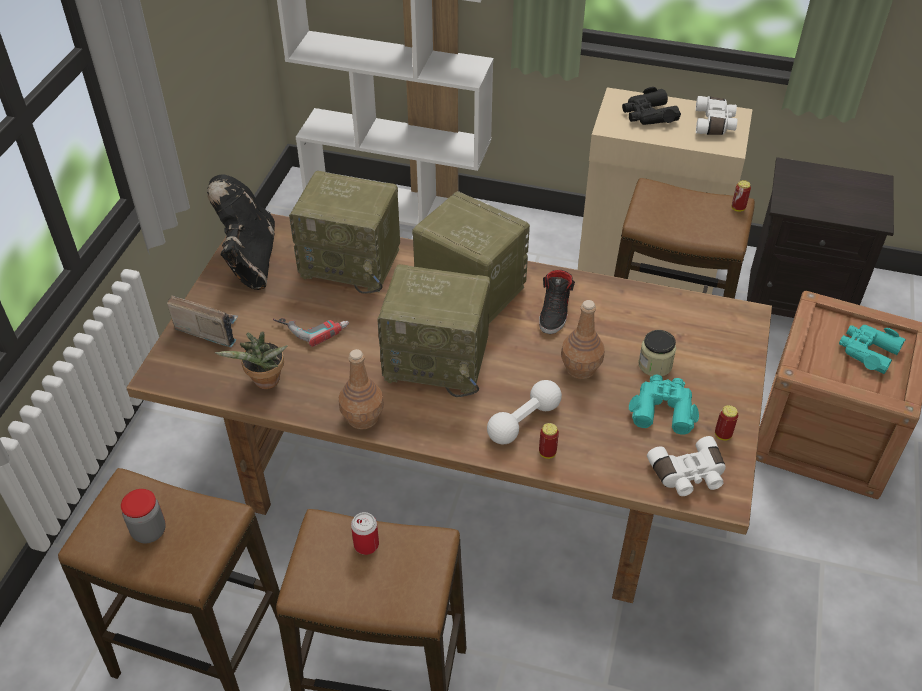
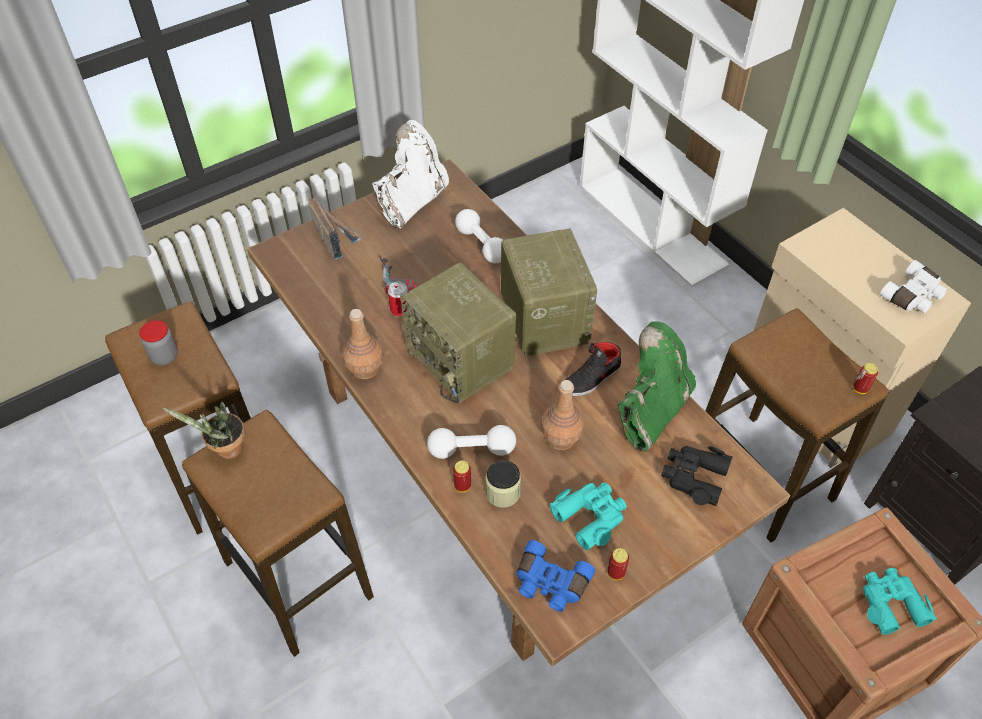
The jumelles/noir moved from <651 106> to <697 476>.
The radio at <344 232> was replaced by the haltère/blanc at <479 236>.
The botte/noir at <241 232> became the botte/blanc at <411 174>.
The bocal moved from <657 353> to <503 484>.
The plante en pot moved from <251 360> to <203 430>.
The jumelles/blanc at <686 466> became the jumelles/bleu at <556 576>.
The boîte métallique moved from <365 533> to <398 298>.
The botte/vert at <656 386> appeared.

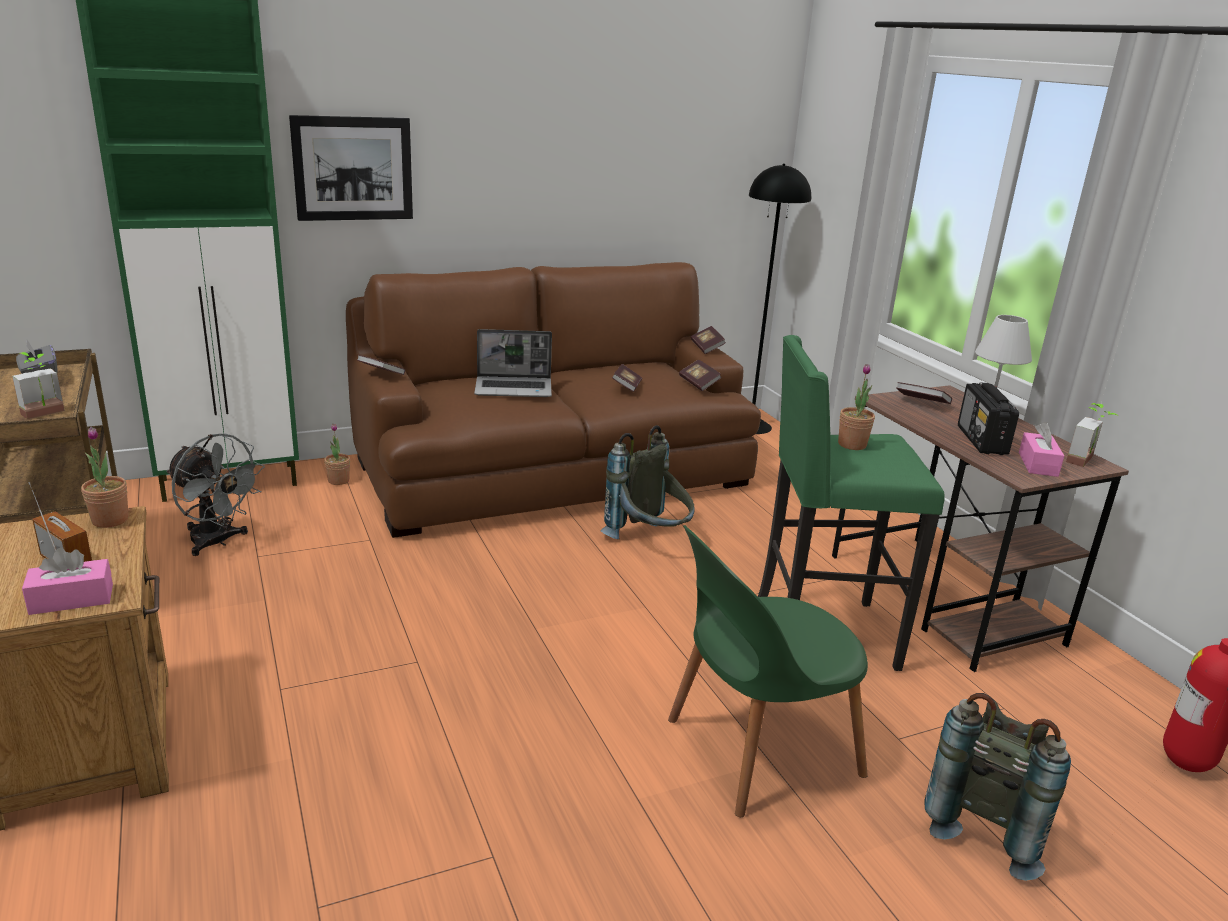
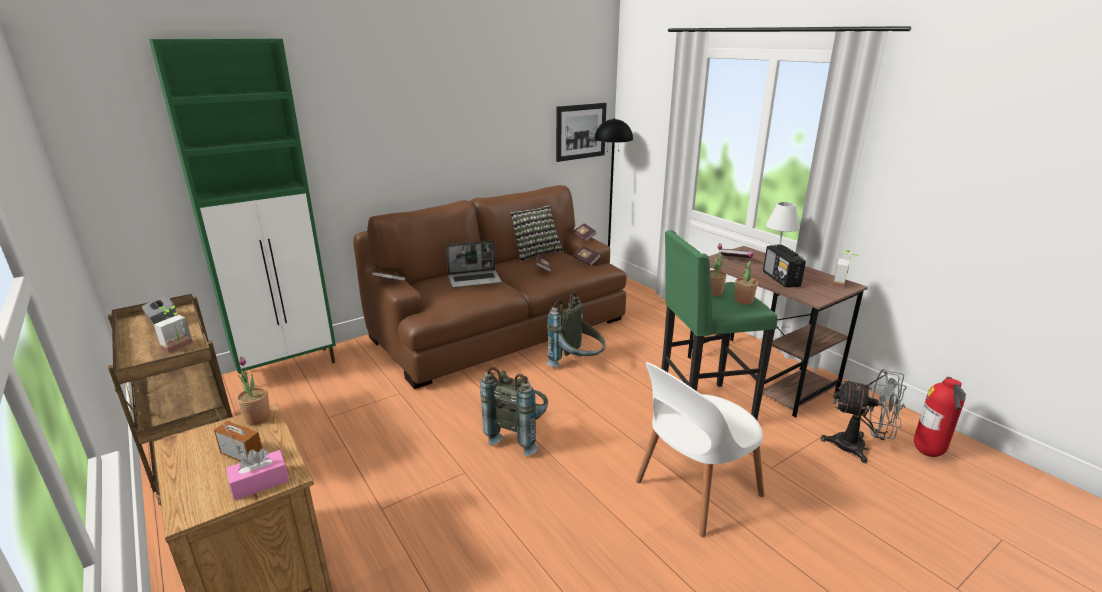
The tableau moved from <351 168> to <581 132>.
The boîte à mouchoirs/rose at <1041 449> disappeared.
The plante en pot moved from <337 454> to <746 277>.
The ventilateur/gris moved from <215 495> to <864 416>.
The chaise/vert at <768 671> became the chaise/blanc at <700 449>.
The sac à dos/gris moved from <998 787> to <514 411>.
The coussin at <537 233> appeared.

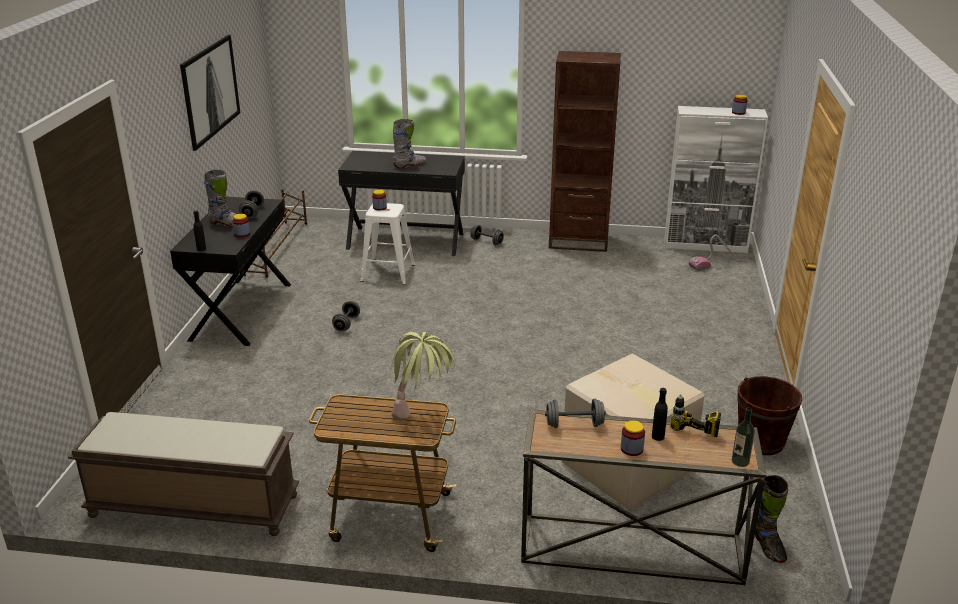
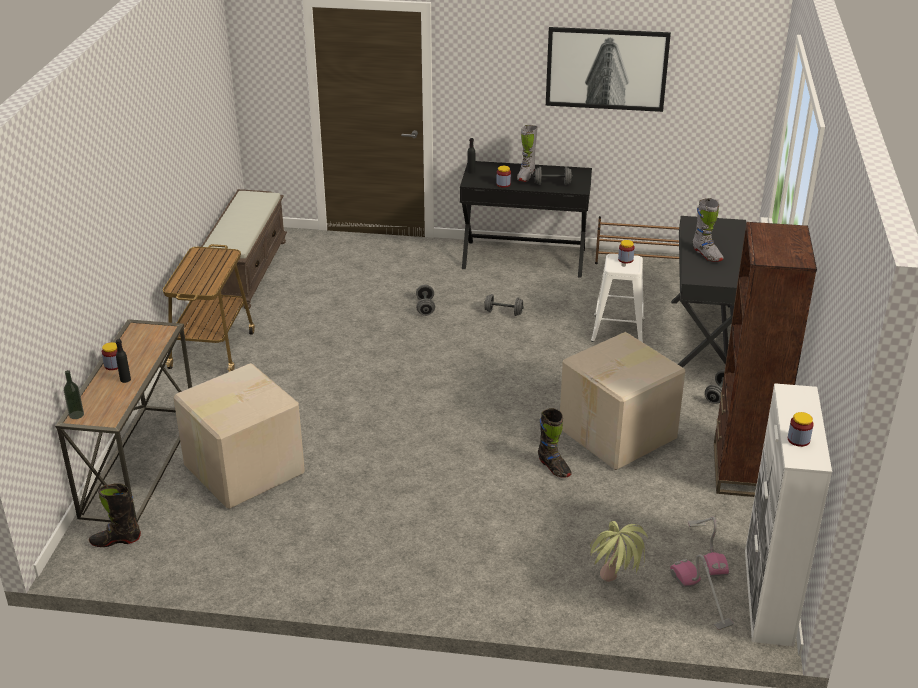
The plante en pot moved from <422 376> to <619 551>.
The seau/marron at <769 415> disappeared.
The perceuse at <695 415> disappeared.
The haltère/gris moved from <575 413> to <425 300>.
The carton at <622 401> appeared.
The botte/noir at <555 443> appeared.
The aspirateur at <708 547> appeared.

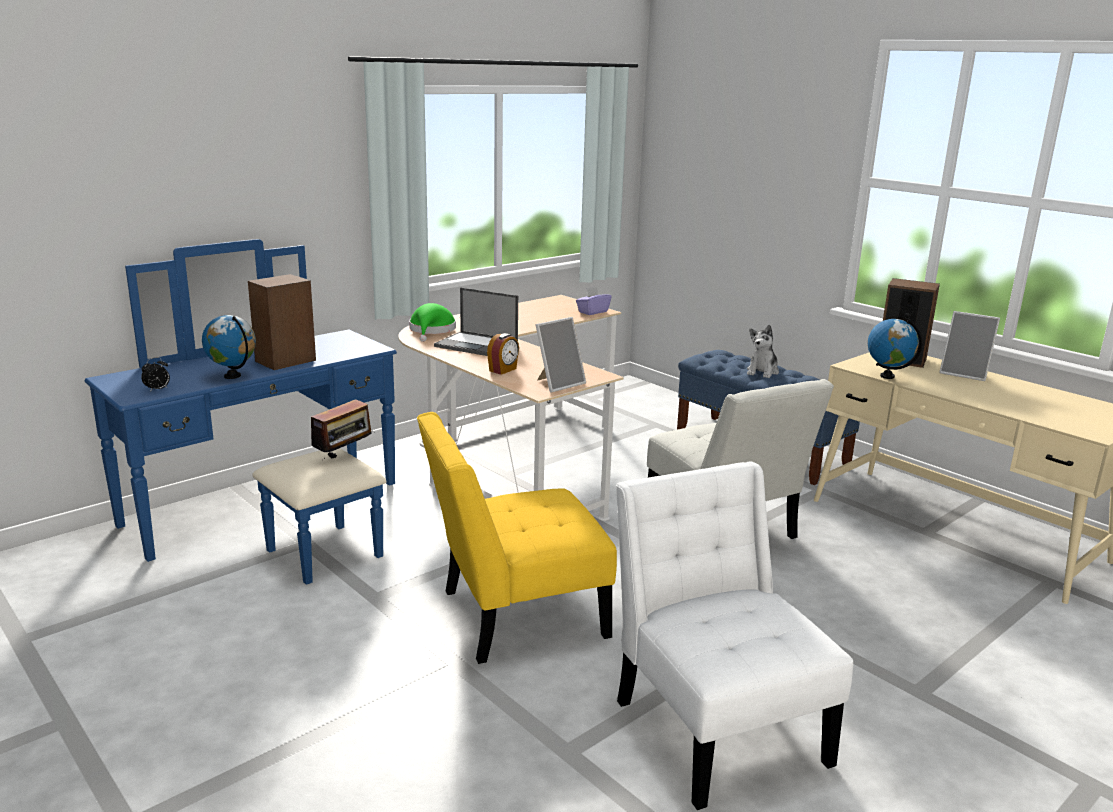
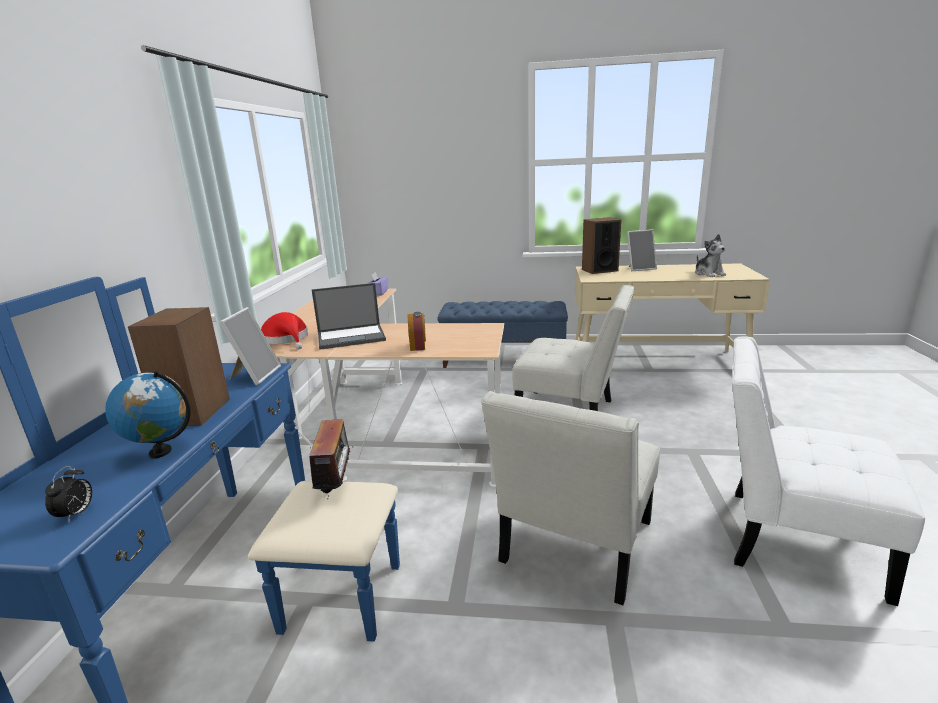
The chapeau/vert at <432 322> became the chapeau/rouge at <284 330>.
The cadre photo moved from <561 355> to <250 346>.
The globe at <895 349> disappeared.
The peluche moved from <763 351> to <710 255>.
The chaise/jaune at <517 538> became the chaise/blanc at <570 498>.

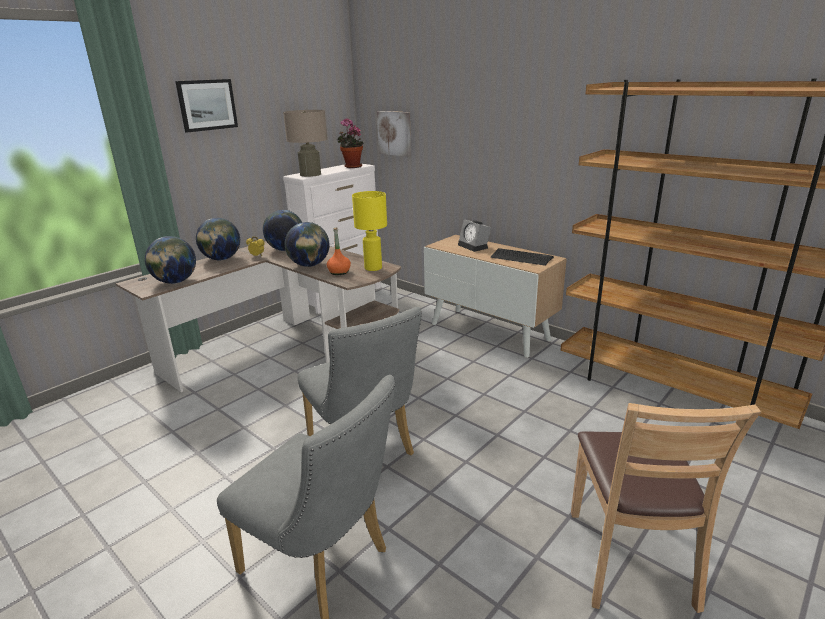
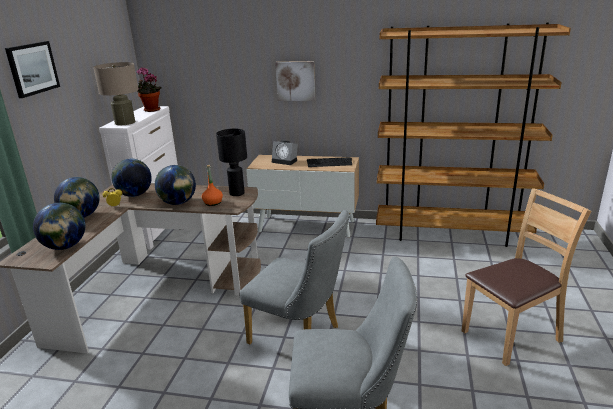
The tableau moved from <394 134> to <295 81>.
The lampe de table/jaune at <369 231> became the lampe de table/noir at <231 162>.
The chaise/marron at <666 508> turned 90 degrees counterclockwise.

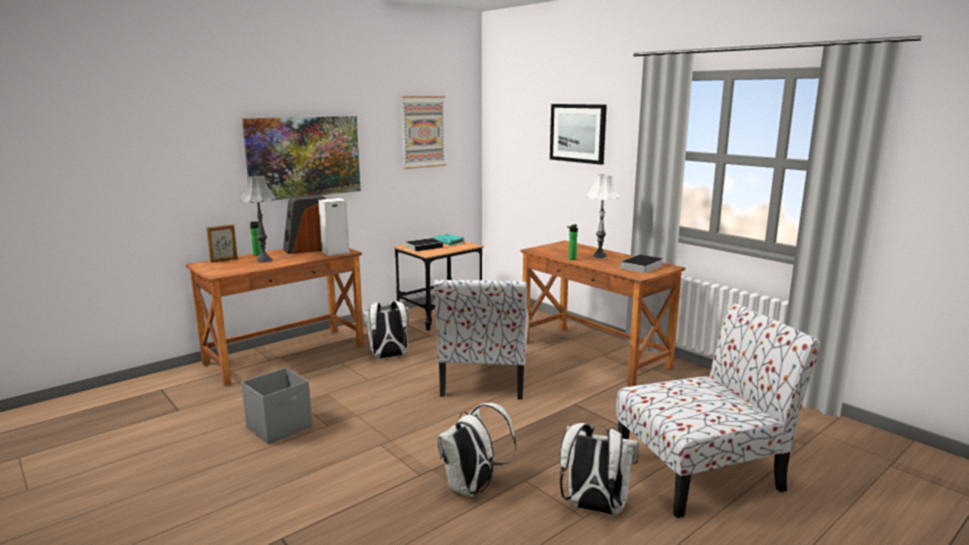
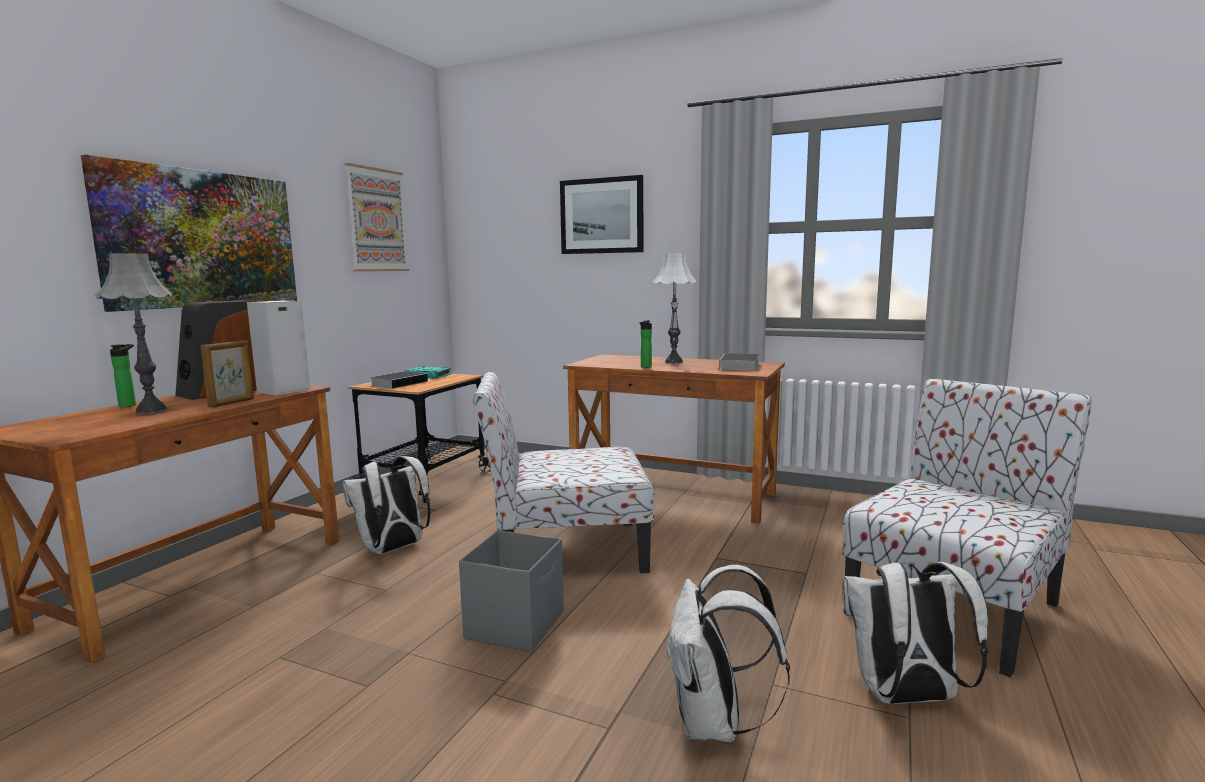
The cadre photo moved from <222 243> to <227 374>.
The chaise at <481 340> turned 105 degrees clockwise.
The boîte de rangement/gris moved from <276 406> to <511 591>.

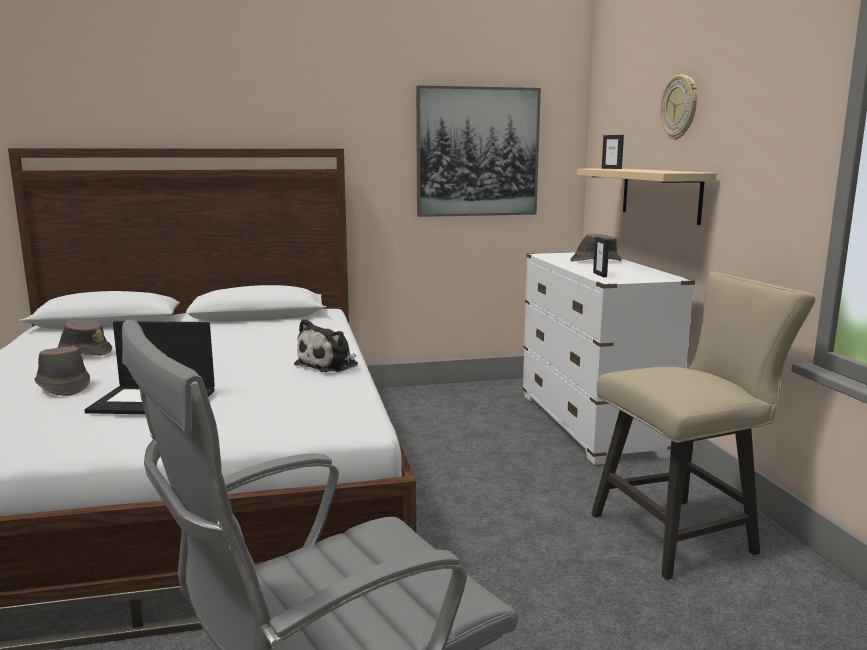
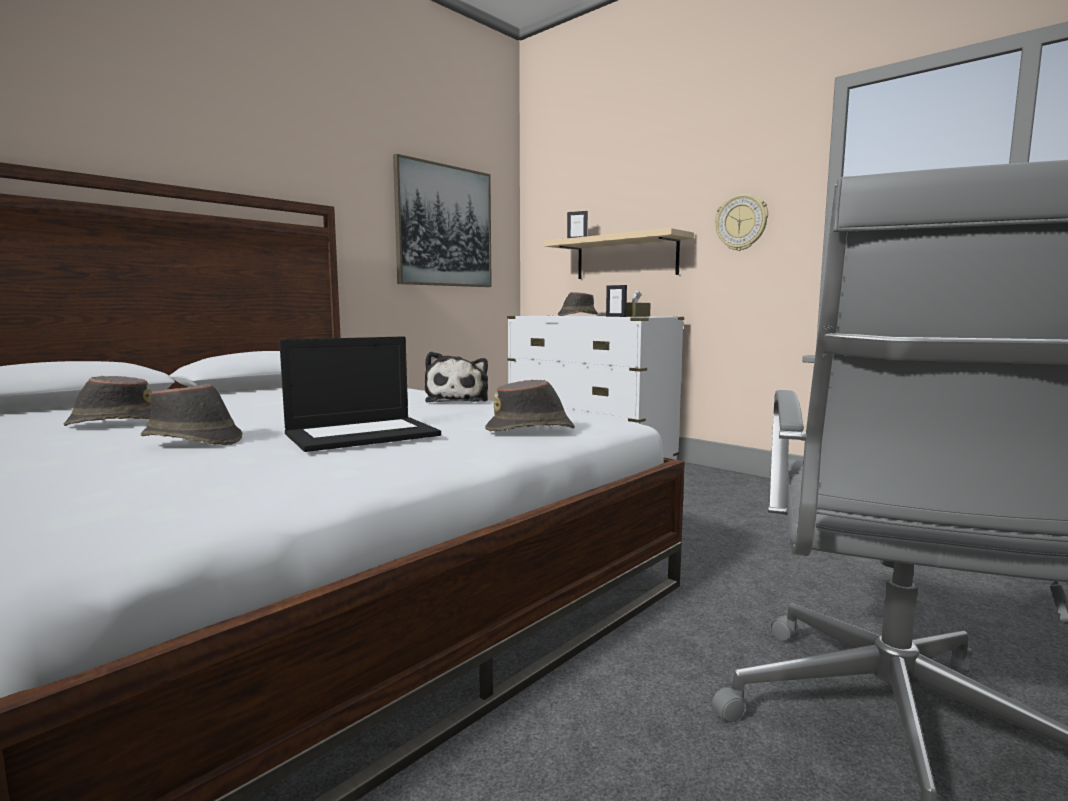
The horloge murale moved from <678 107> to <741 222>.
The chaise/beige at <703 426> disappeared.
The boîte à mouchoirs/marron at <638 303> appeared.
The chapeau/marron at <530 405> appeared.

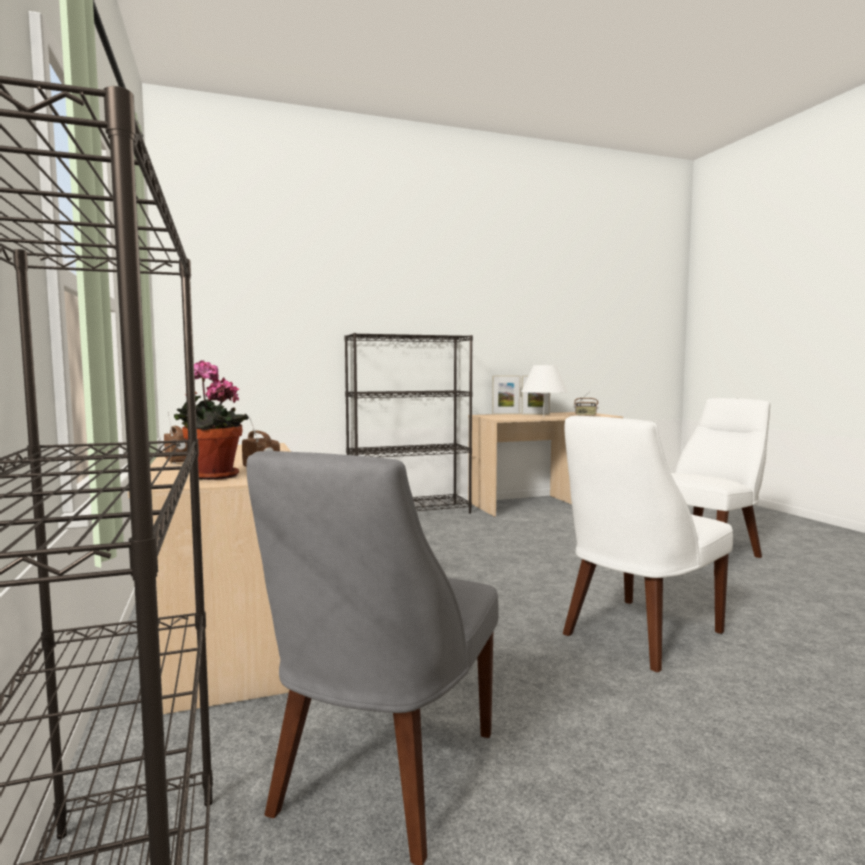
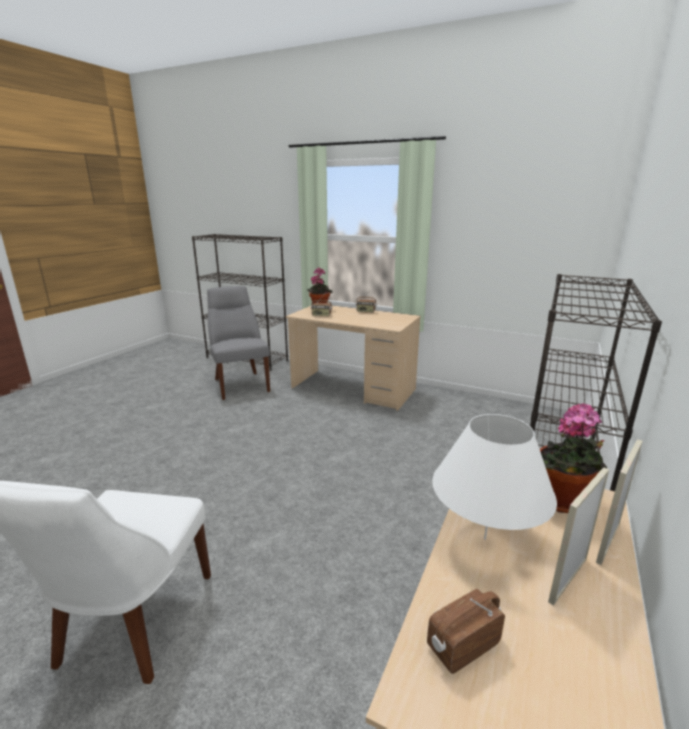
The chaise/blanc at <648 544> disappeared.
The plante en pot at <573 458> appeared.

